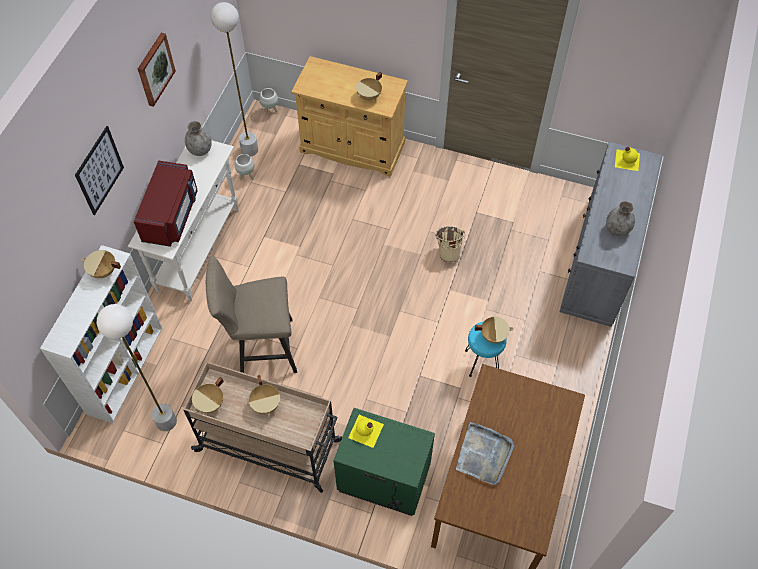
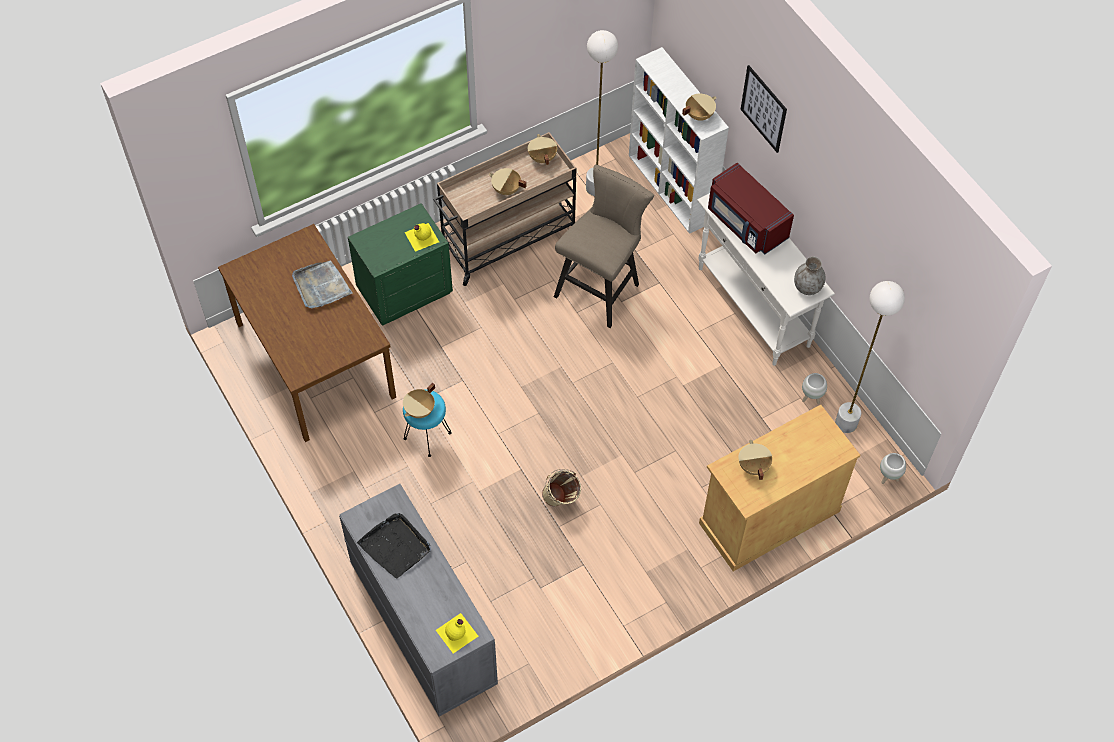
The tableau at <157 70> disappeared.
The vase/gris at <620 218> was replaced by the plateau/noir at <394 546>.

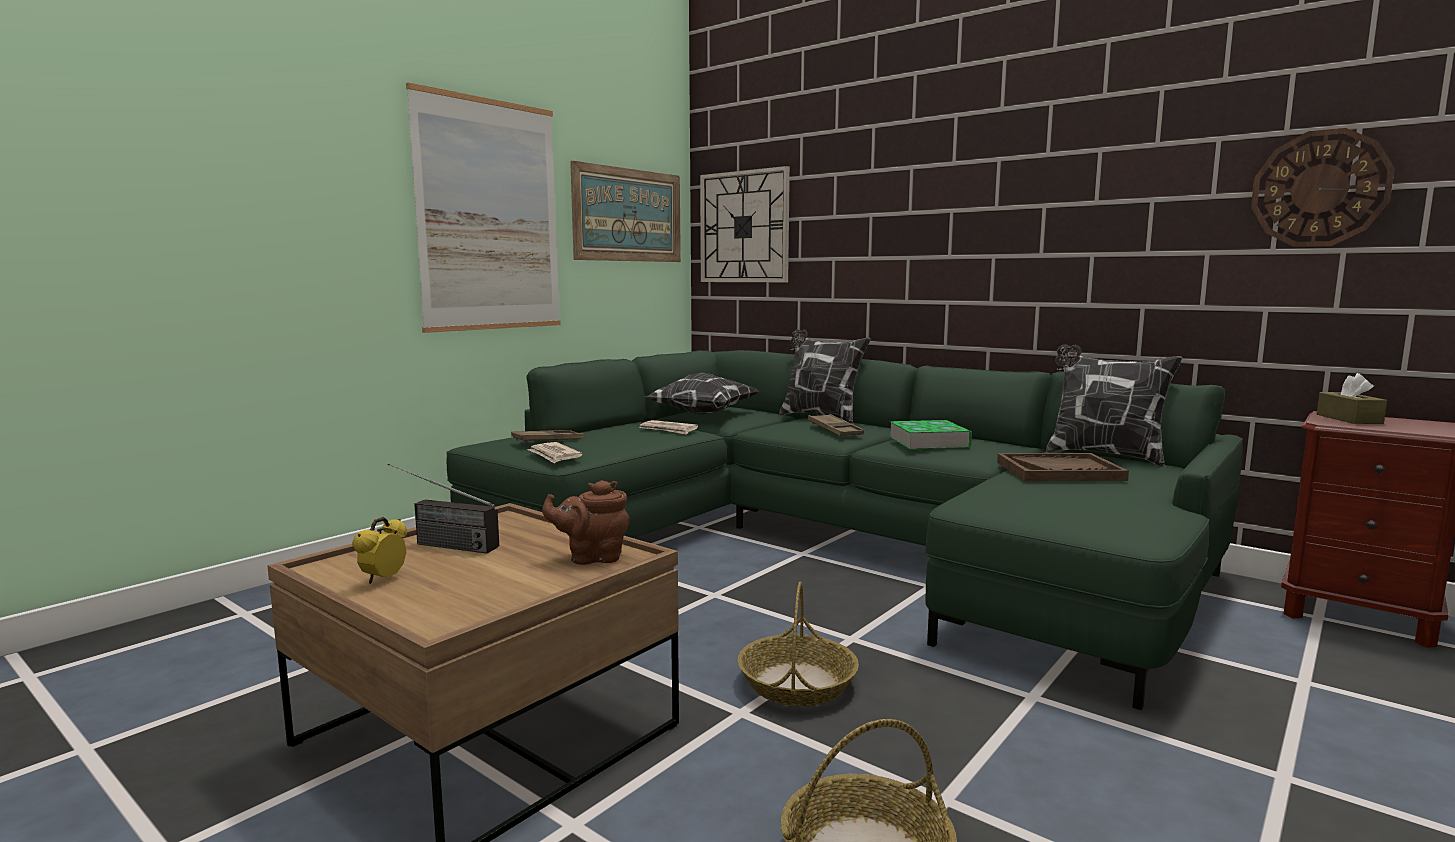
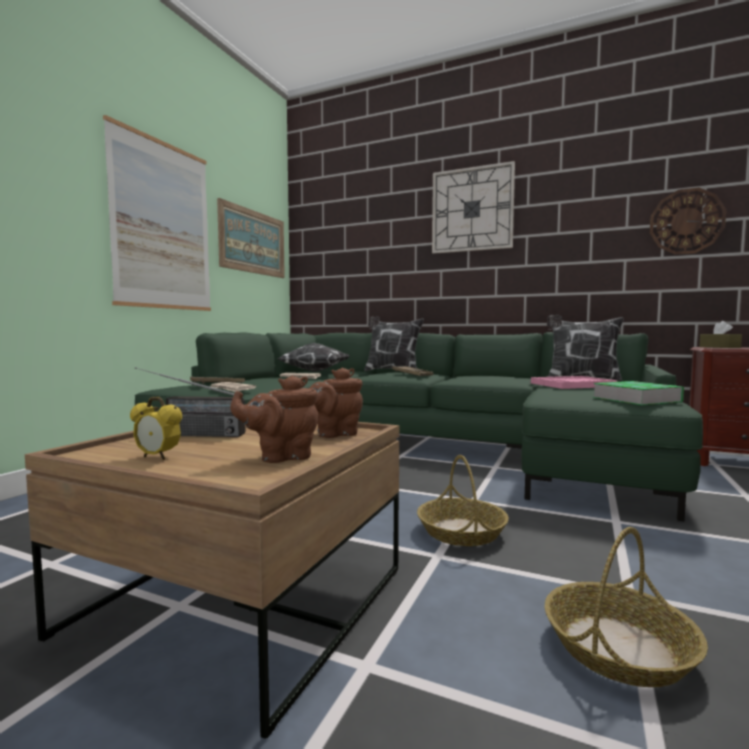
The horloge murale moved from <745 224> to <473 207>.
The livre moved from <930 434> to <638 393>.
The plateau/marron at <1063 467> became the plateau/rose at <574 382>.
The réveil at <379 550> turned 75 degrees counterclockwise.
The théière/marron at <274 419> appeared.

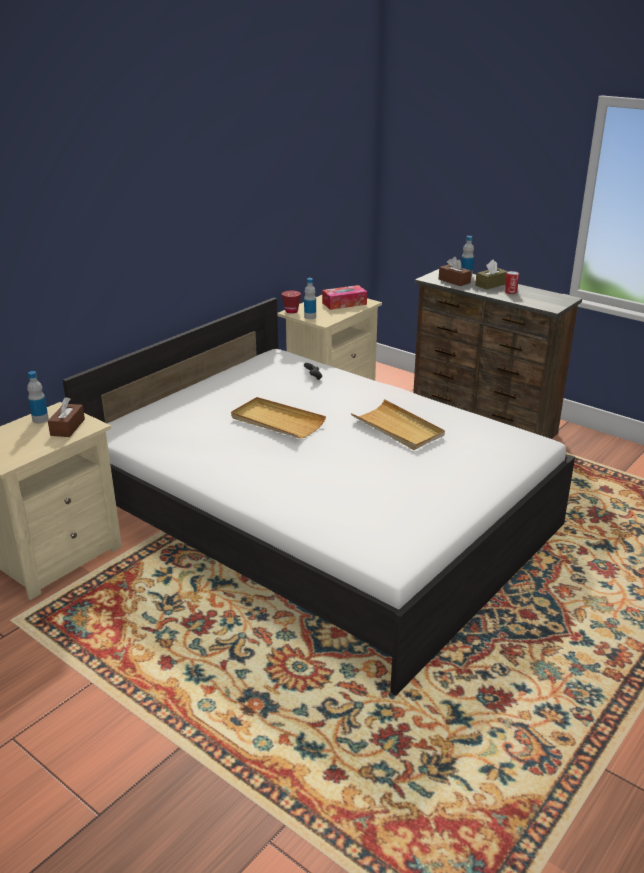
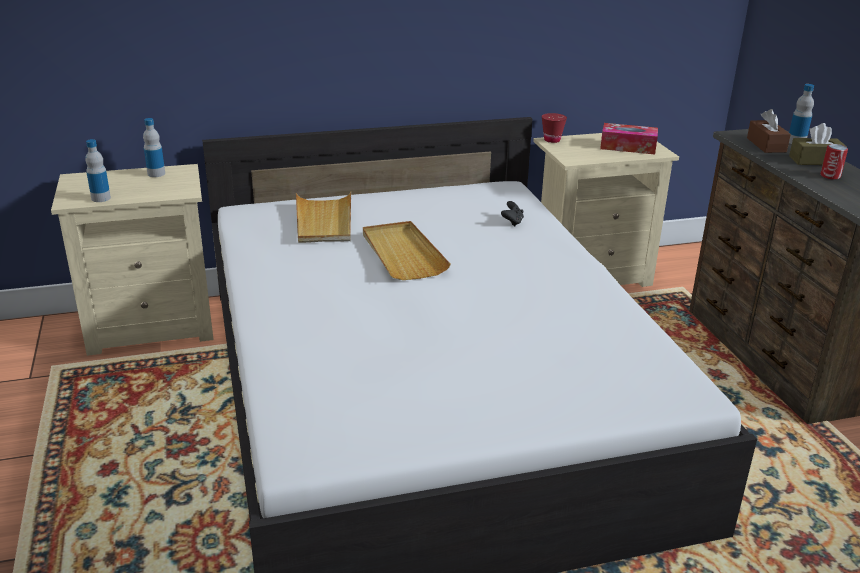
The bouteille moved from <310 298> to <98 170>.
The boîte à mouchoirs/marron at <66 417> disappeared.
The plateau/beige moved from <398 424> to <323 217>.

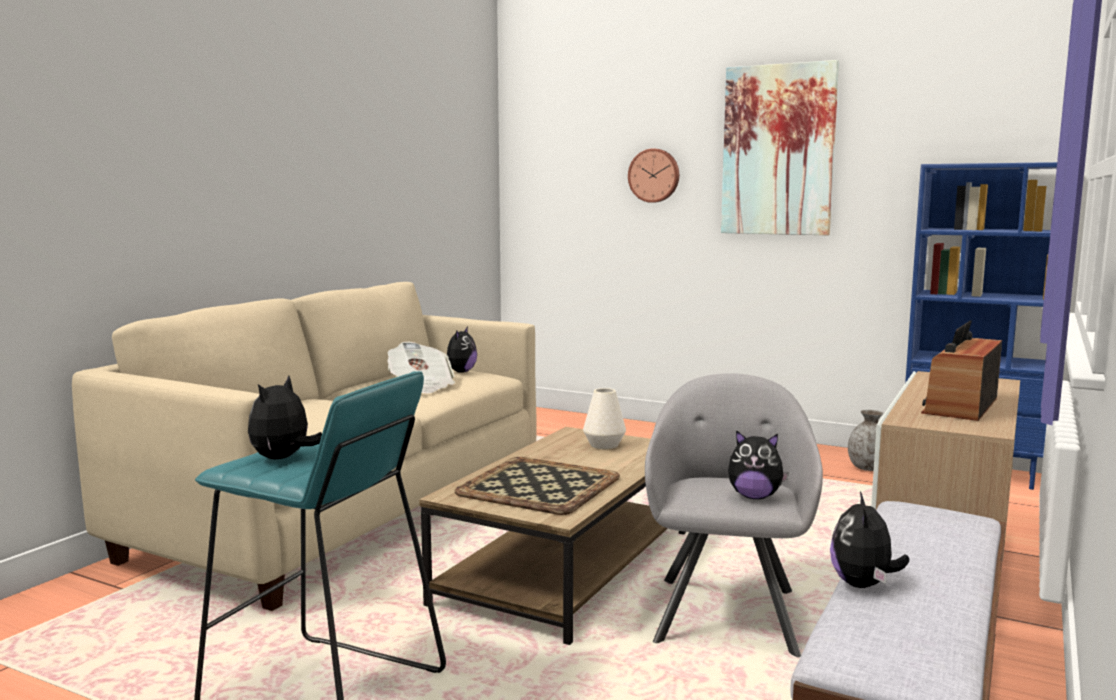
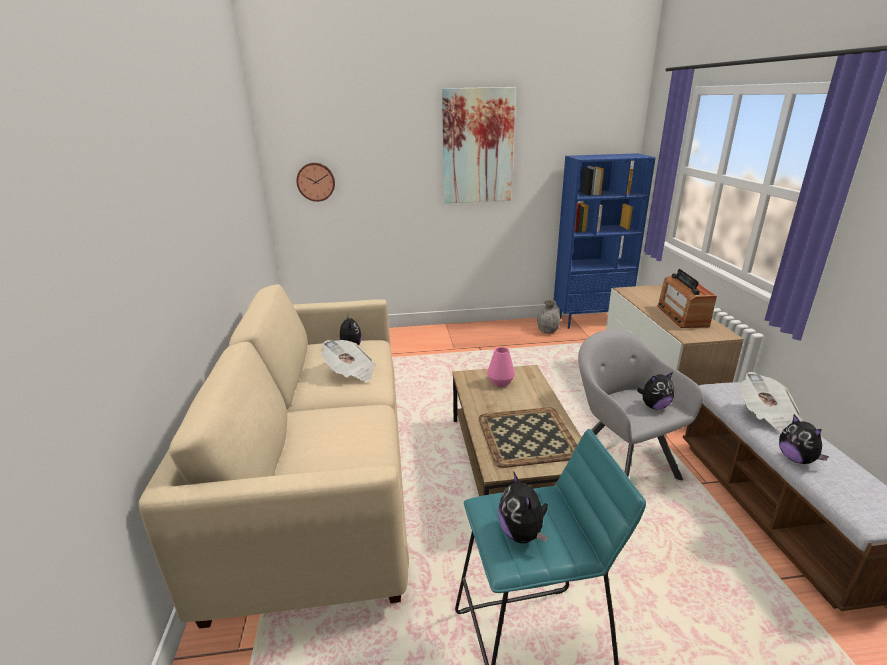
The horloge murale moved from <653 175> to <315 182>.
The vase/blanc at <604 418> became the vase/rose at <501 367>.
The journal at <771 403> appeared.

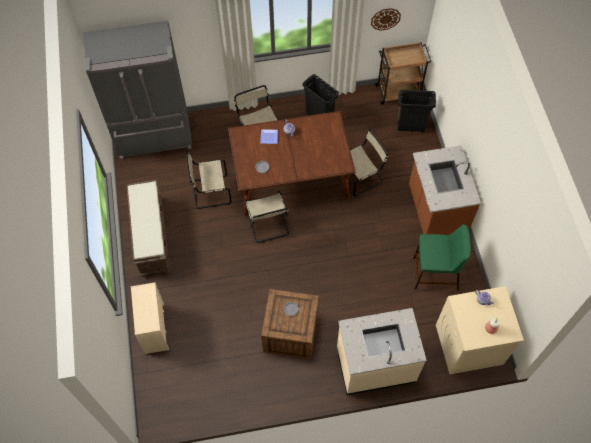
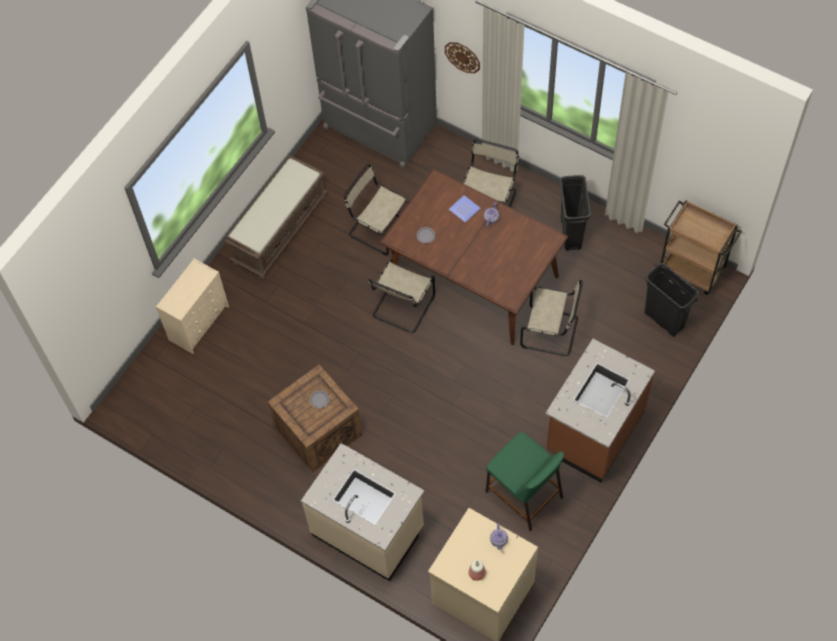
The horloge murale moved from <386 19> to <462 57>.

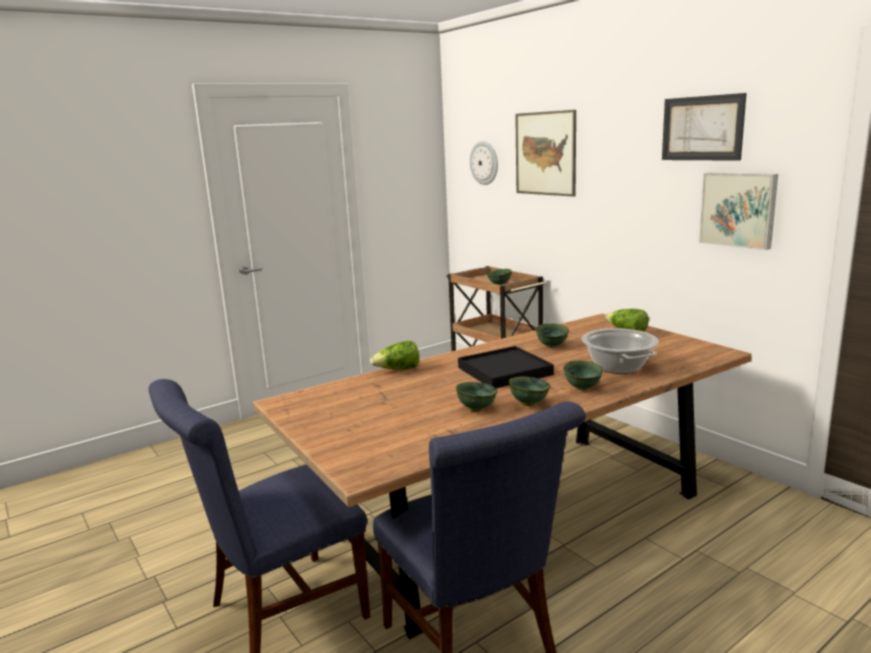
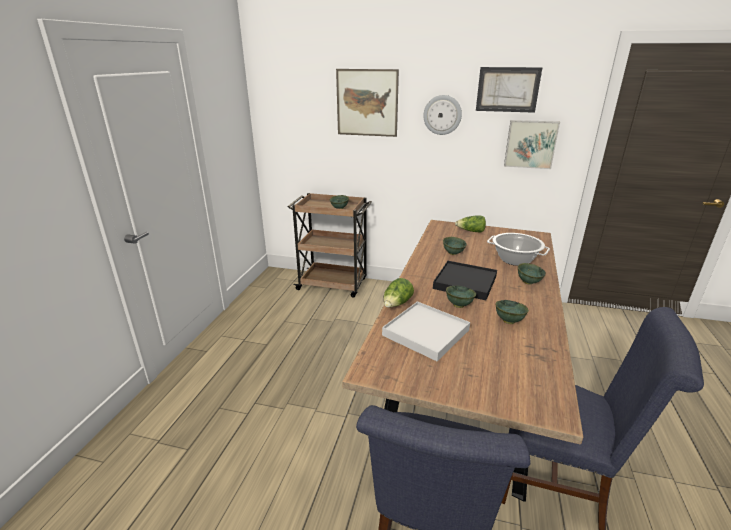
The horloge murale moved from <484 163> to <442 115>.
The bol/vert moved from <530 391> to <461 296>.
The plateau/blanc at <426 331> appeared.

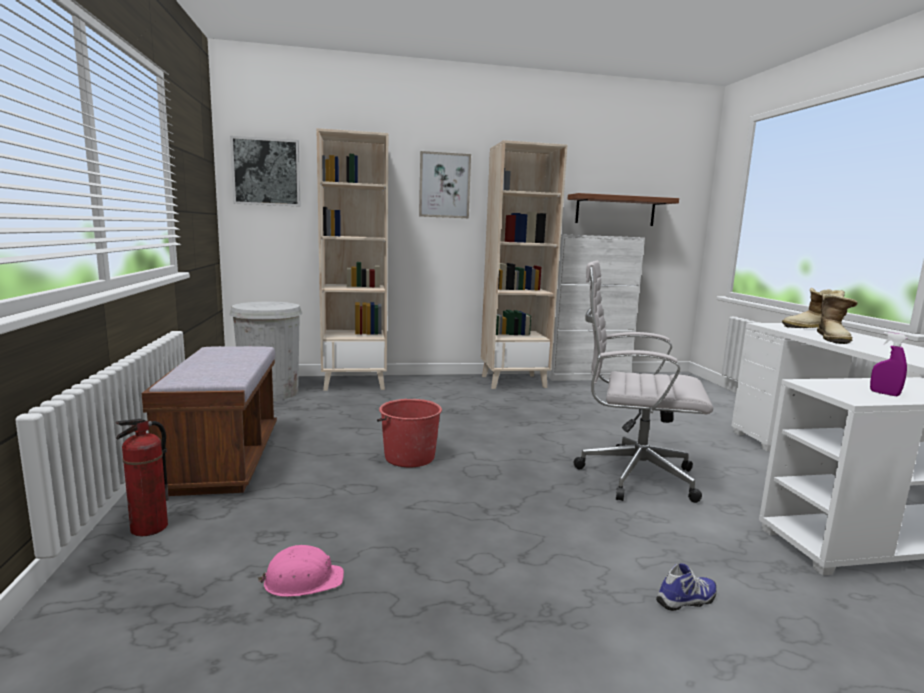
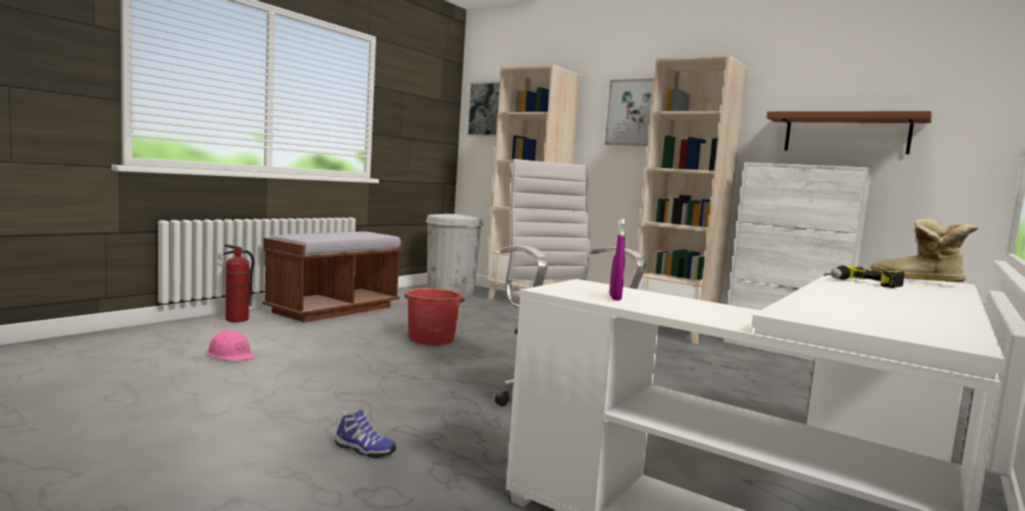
The botte at <837 318> was replaced by the perceuse at <864 277>.

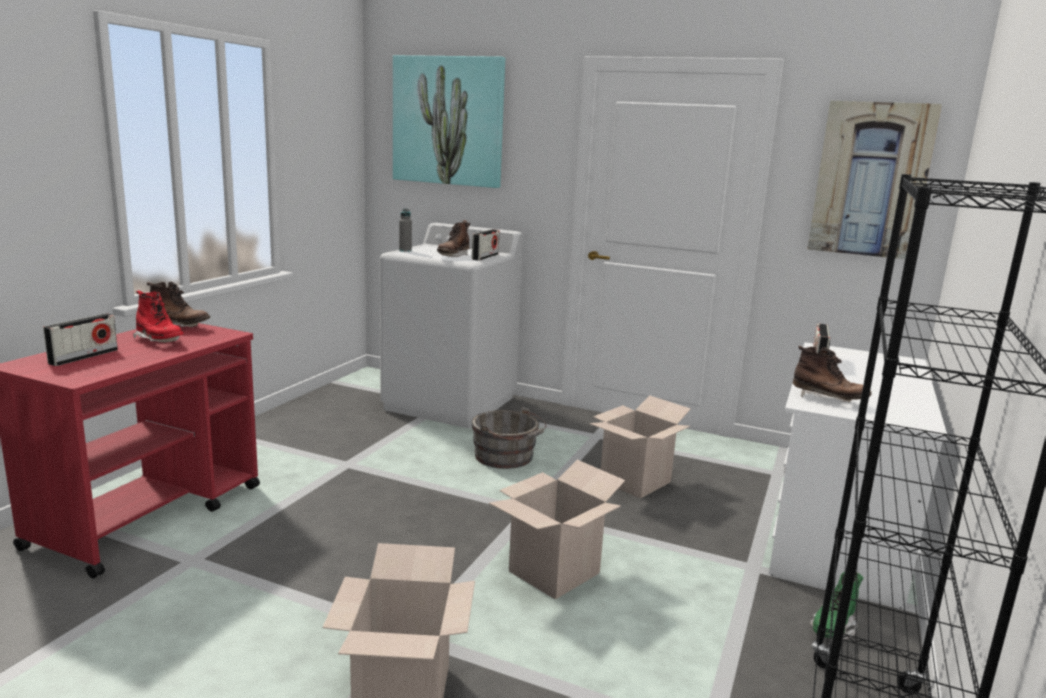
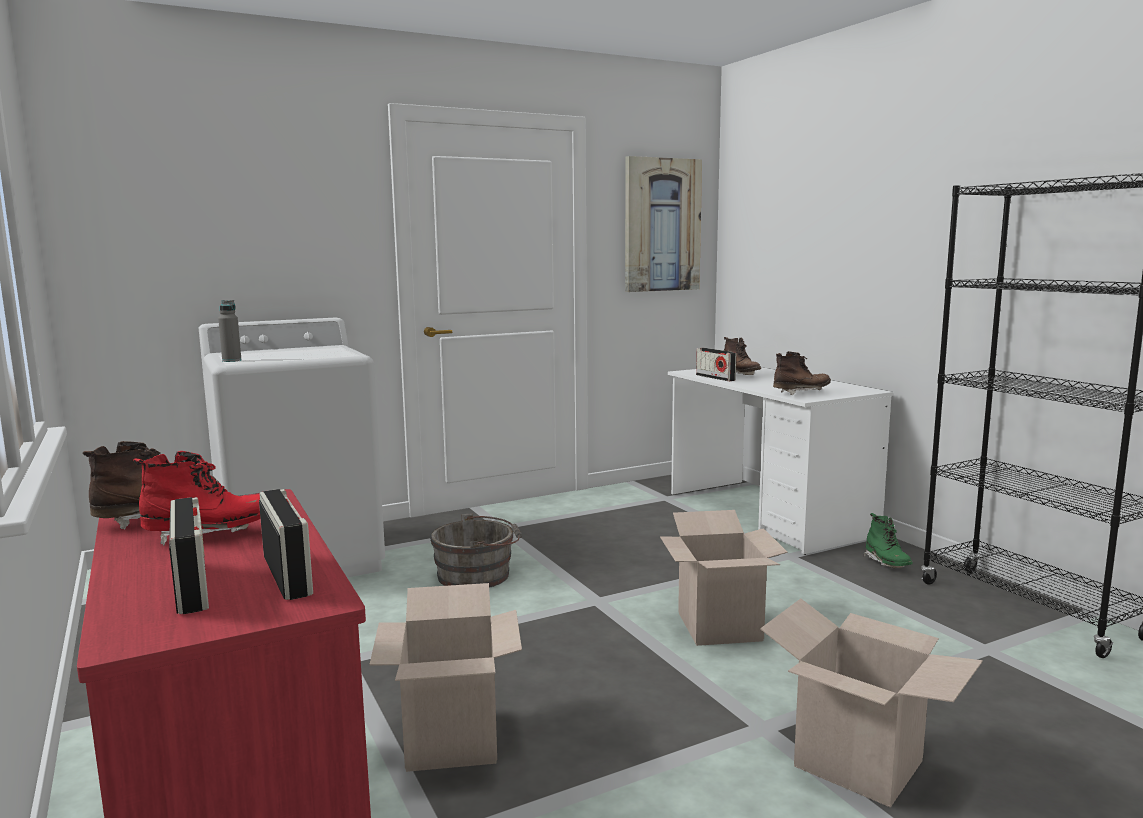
The tableau at <449 121> disappeared.
The botte/marron moved from <453 238> to <742 356>.
The radio moved from <485 244> to <286 544>.
The carton moved from <640 446> to <446 677>.

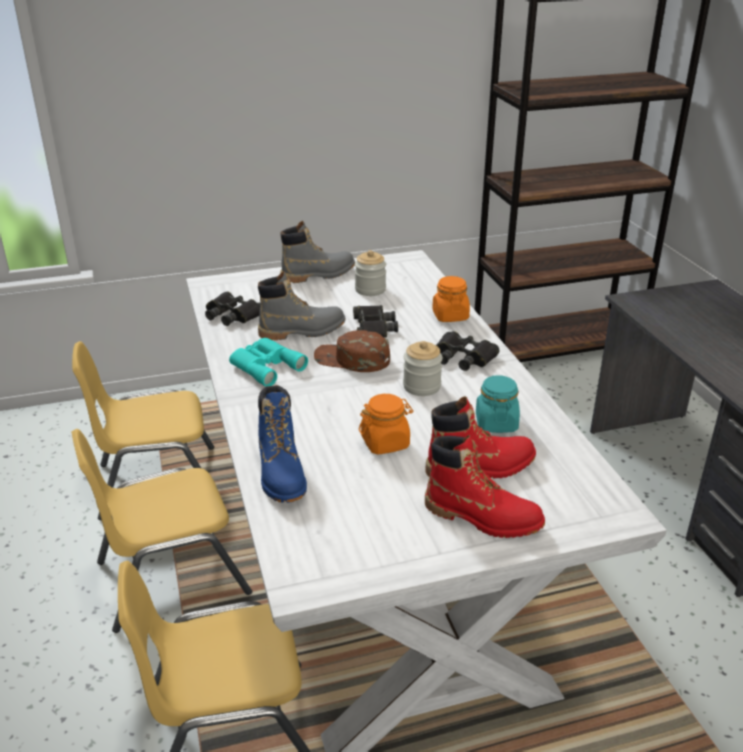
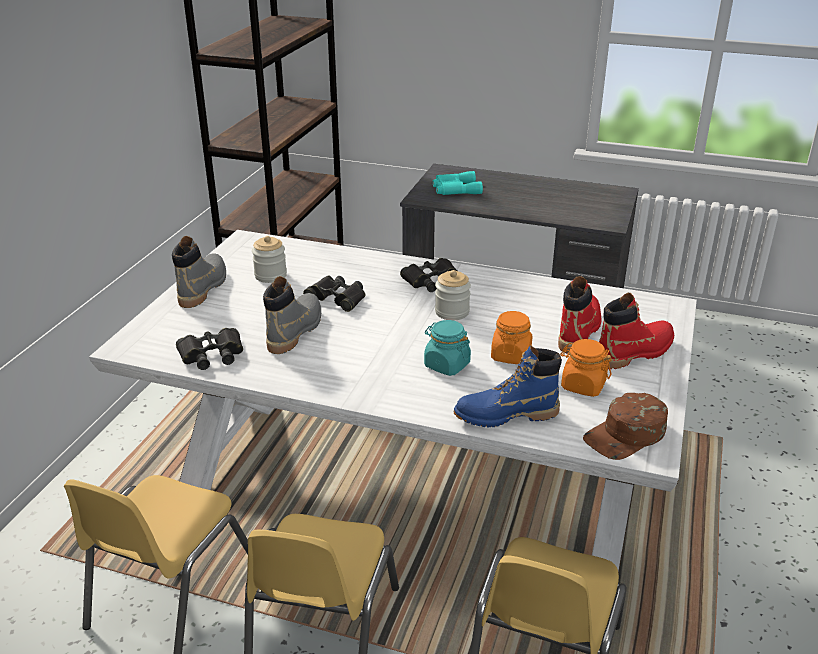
The bocal/orange moved from <451 299> to <586 368>.
The casquette/marron moved from <352 351> to <625 426>.
The jumelles/turquoise moved from <268 362> to <458 183>.
The bocal/turquoise moved from <498 404> to <447 348>.
The botte/bleu at <282 444> turned 150 degrees clockwise.

